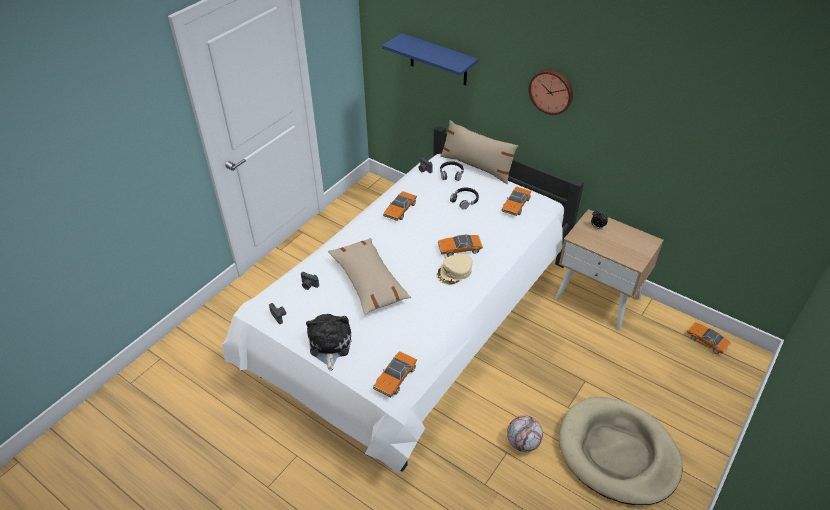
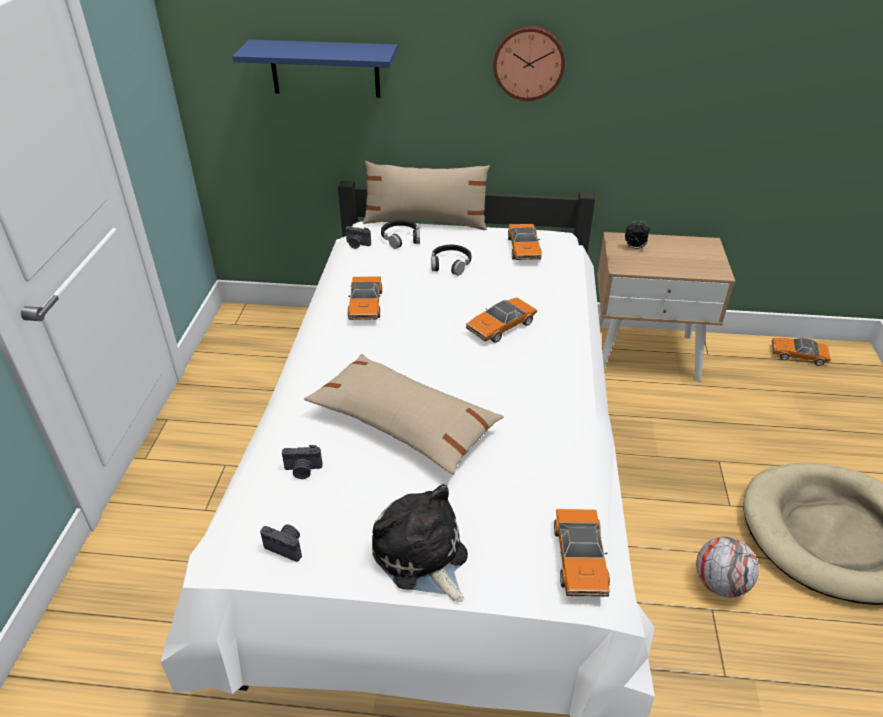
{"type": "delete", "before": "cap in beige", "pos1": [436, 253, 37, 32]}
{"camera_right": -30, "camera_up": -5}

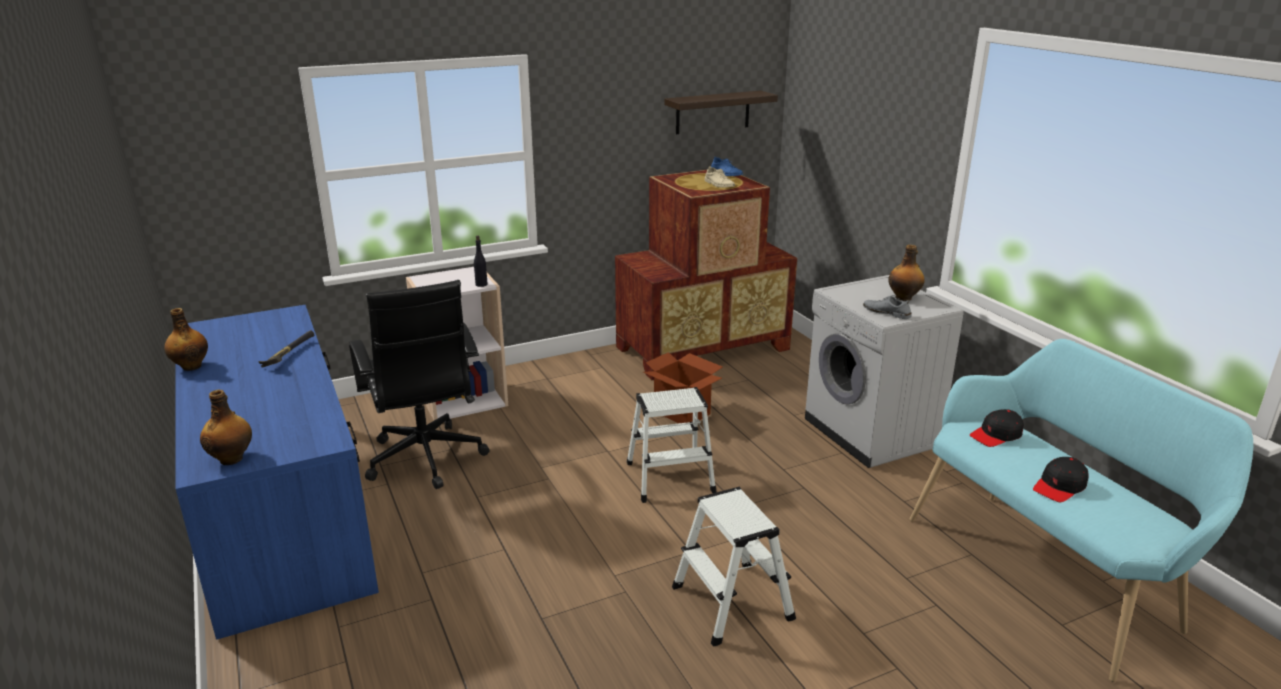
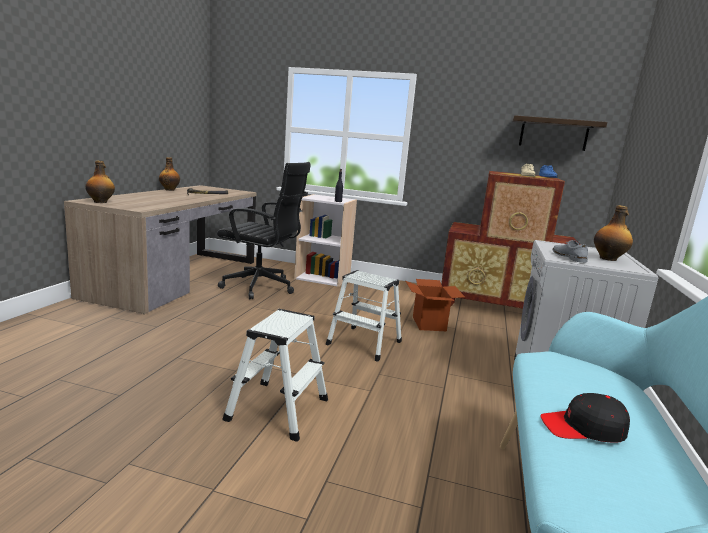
{"type": "recolor", "before": "desk in blue", "after": "desk in brown", "pos1": [176, 305, 203, 335], "pos2": [64, 185, 193, 129]}
{"type": "rotate", "before": "office chair in black", "pos1": [349, 280, 141, 209], "pos2": [217, 162, 94, 137], "turn": -90}
{"type": "delete", "before": "cap in black", "pos1": [970, 409, 54, 38]}
{"camera_right": 40, "camera_up": -10}

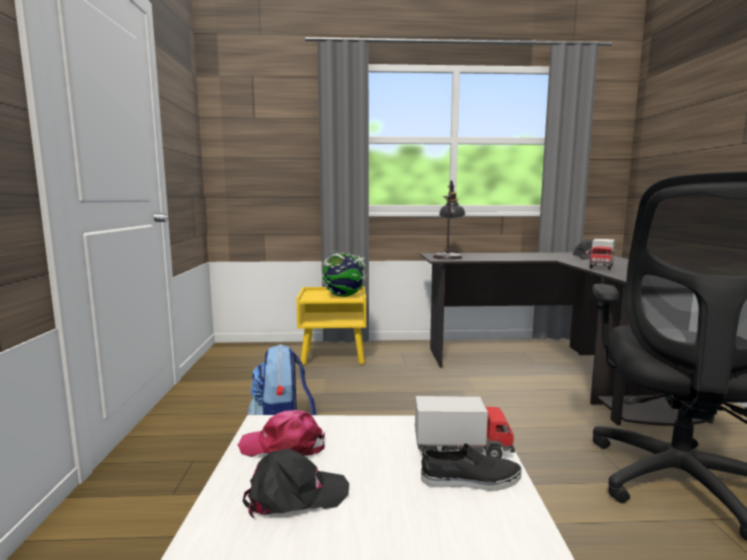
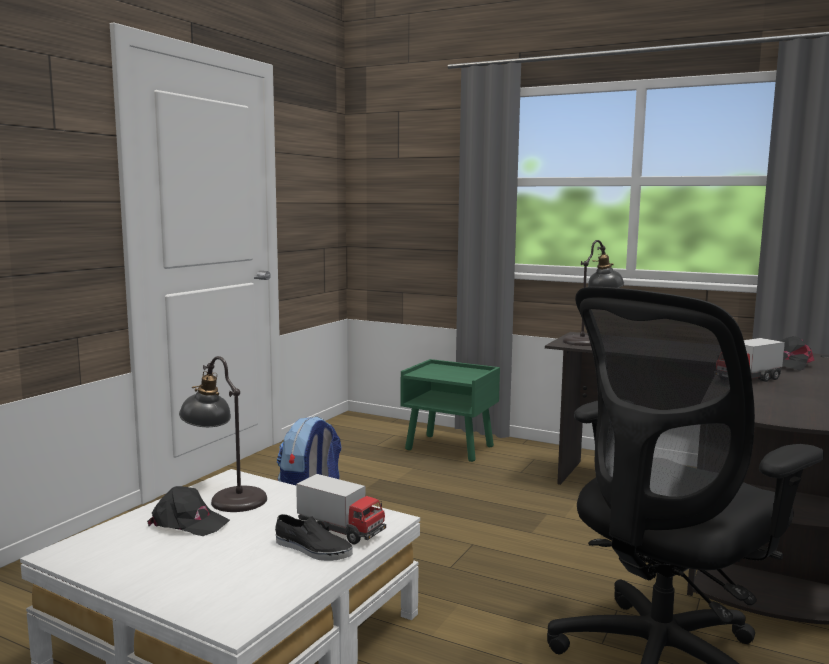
{"type": "replace", "before": "cap in pink", "after": "table lamp in grey", "pos1": [238, 410, 87, 47], "pos2": [179, 356, 88, 156]}
{"type": "recolor", "before": "nightstand in yellow", "after": "nightstand in green", "pos1": [296, 287, 70, 78], "pos2": [400, 359, 100, 103]}
{"type": "delete", "before": "globe", "pos1": [322, 251, 45, 46]}
{"camera_right": 30, "camera_up": 0}

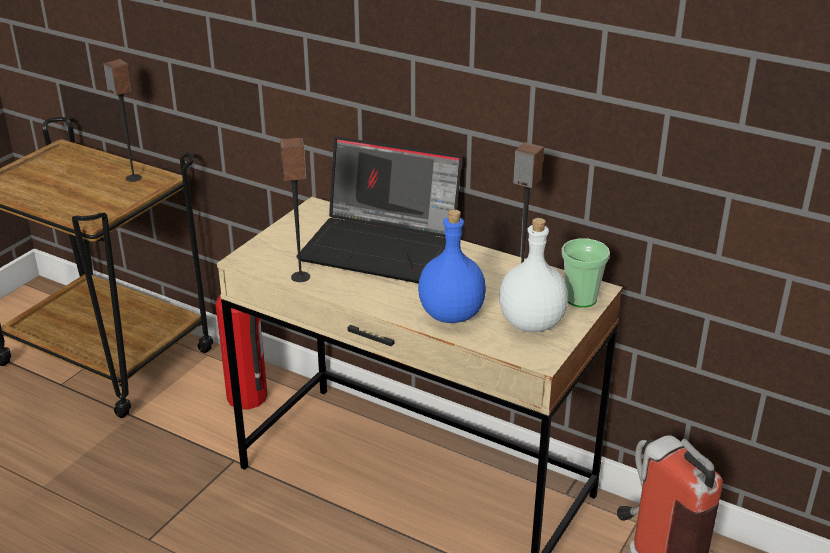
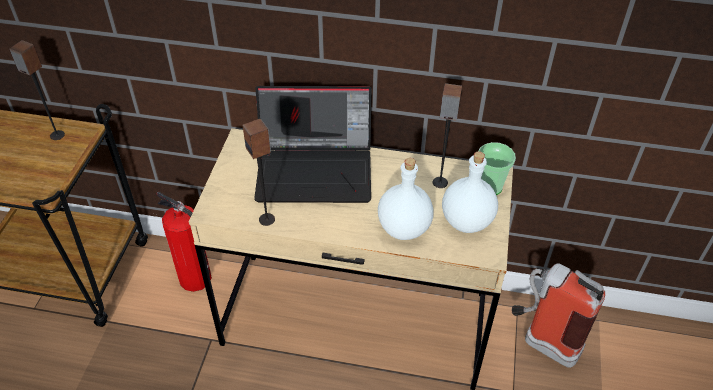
{"type": "recolor", "before": "bottle in blue", "after": "bottle in white", "pos1": [418, 209, 68, 114], "pos2": [378, 158, 56, 82]}
{"camera_right": -20, "camera_up": 15}

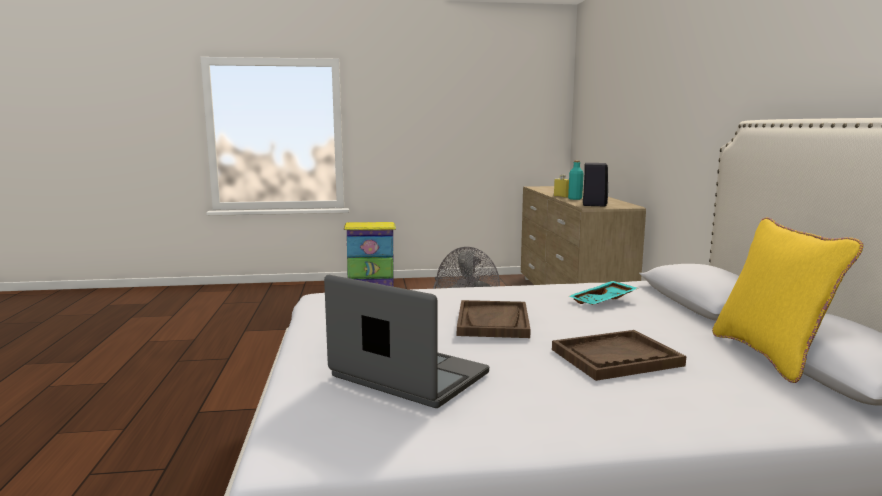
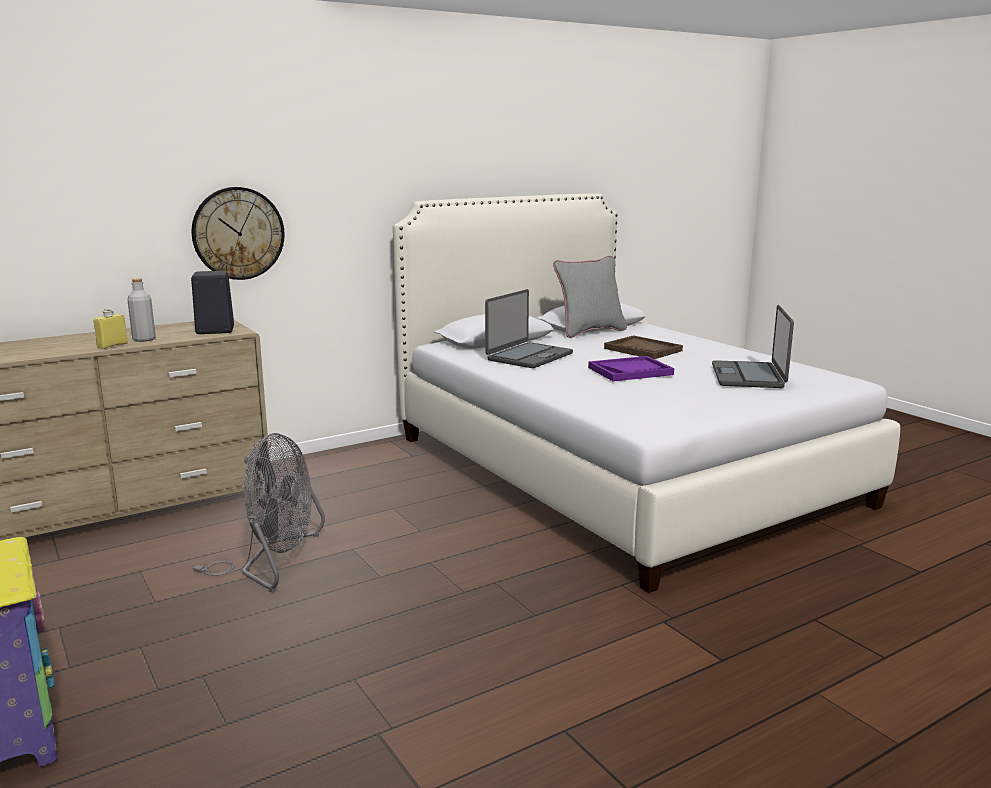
{"type": "recolor", "before": "tray in brown", "after": "tray in purple", "pos1": [457, 300, 74, 38], "pos2": [588, 356, 86, 25]}
{"type": "recolor", "before": "bottle in turquoise", "after": "bottle in grey", "pos1": [568, 160, 16, 40], "pos2": [127, 278, 29, 64]}
{"type": "replace", "before": "tray in turquoise", "after": "laptop", "pos1": [569, 281, 69, 24], "pos2": [485, 289, 88, 79]}
{"type": "recolor", "before": "pillow in yellow", "after": "pillow in grey", "pos1": [712, 217, 152, 166], "pos2": [553, 256, 74, 82]}
{"type": "insert", "after": "wall clock", "pos2": [192, 187, 93, 93]}
{"camera_right": -115, "camera_up": 5}

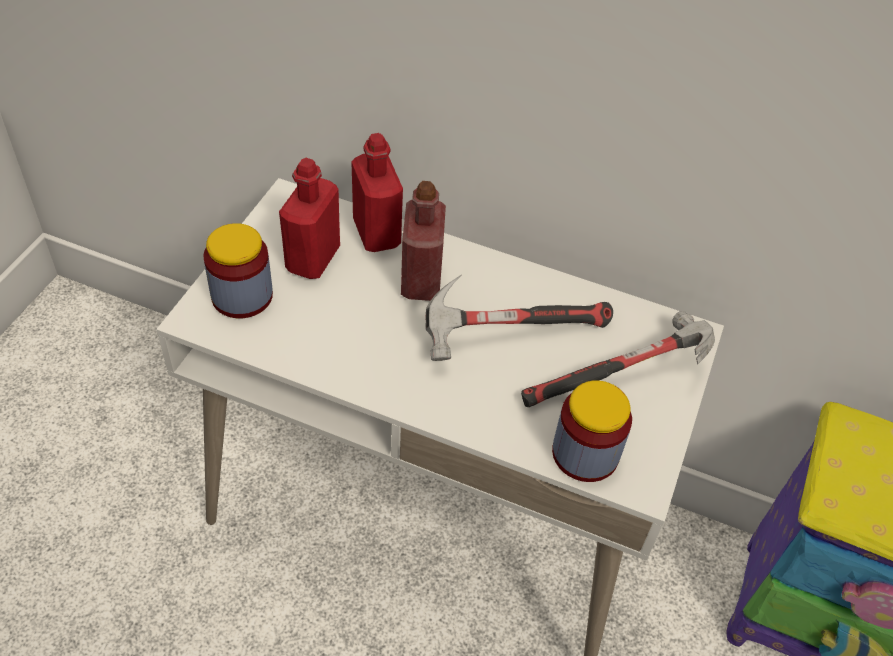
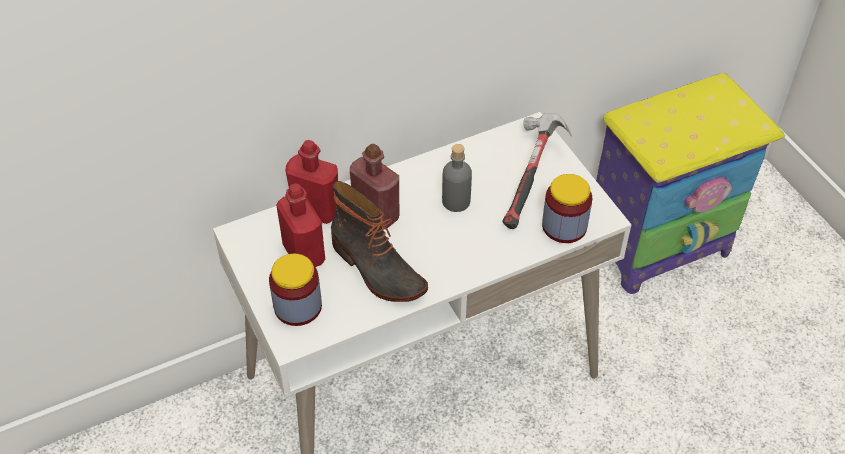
{"type": "replace", "before": "hammer", "after": "bottle in grey", "pos1": [425, 274, 188, 87], "pos2": [442, 144, 30, 68]}
{"type": "insert", "after": "boot", "pos2": [331, 181, 97, 121]}
{"camera_right": -45, "camera_up": 0}

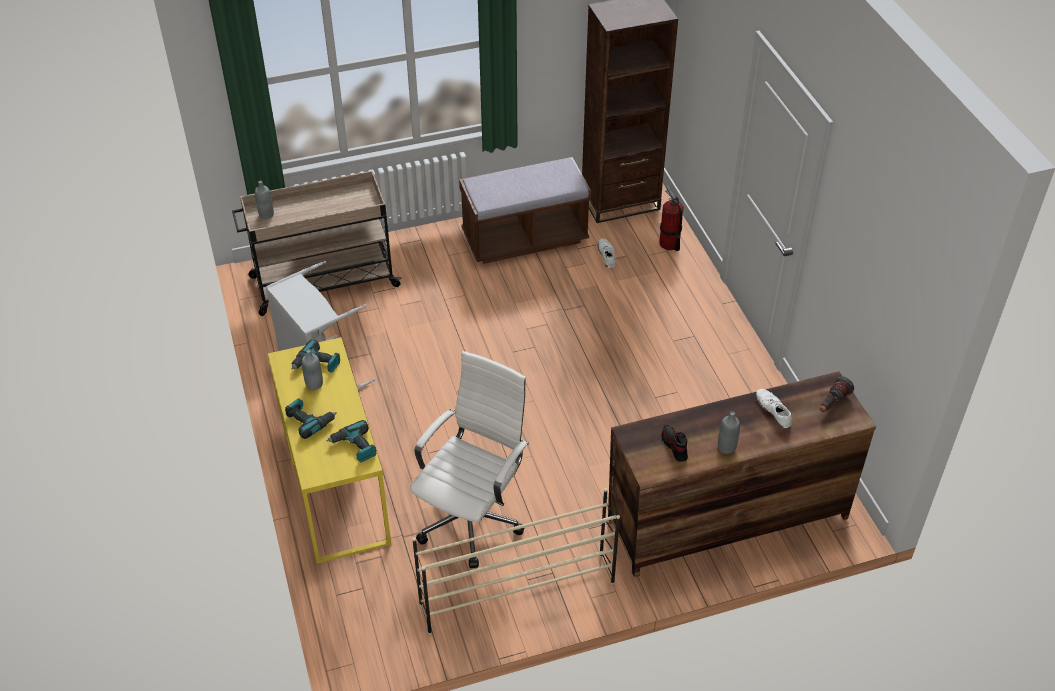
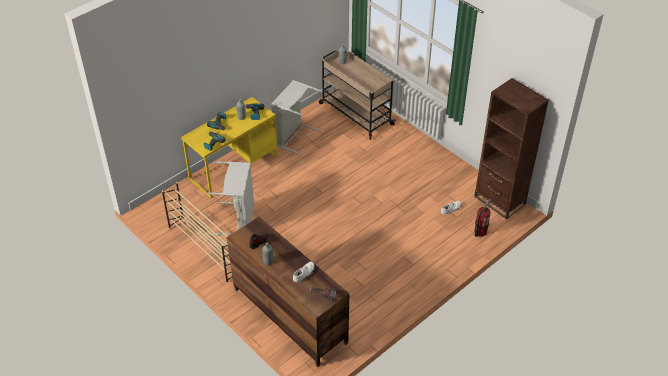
{"type": "replace", "before": "office chair in white", "after": "laundry basket in grey", "pos1": [410, 351, 119, 217], "pos2": [206, 161, 48, 75]}
{"type": "delete", "before": "bench in brown", "pos1": [459, 157, 132, 107]}
{"camera_right": 65, "camera_up": 0}

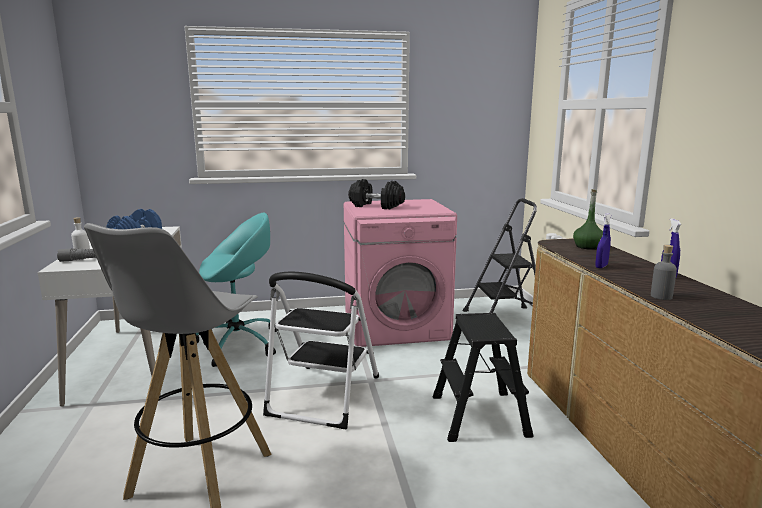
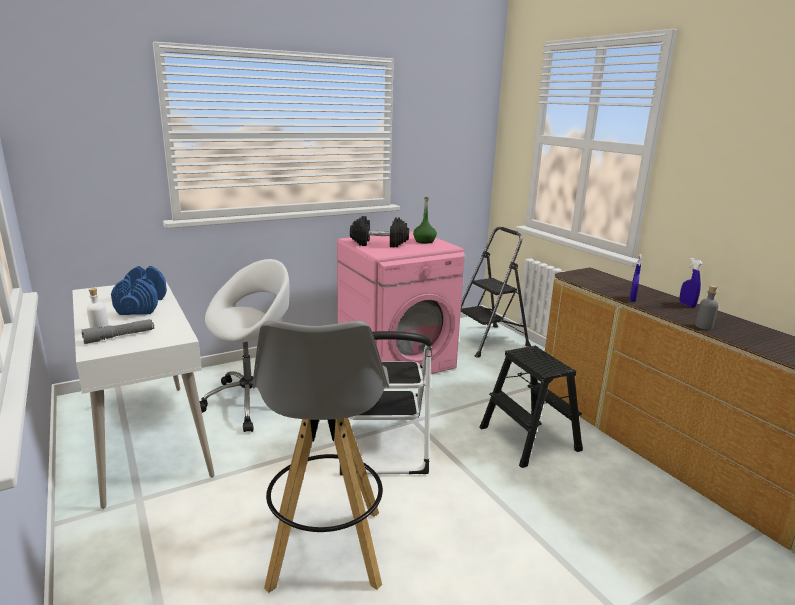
{"type": "recolor", "before": "office chair in turquoise", "after": "office chair in white", "pos1": [196, 212, 81, 155], "pos2": [200, 259, 89, 173]}
{"type": "move", "before": "bottle in green", "pos1": [573, 189, 30, 61], "pos2": [413, 197, 24, 47]}
{"camera_right": -20, "camera_up": 5}

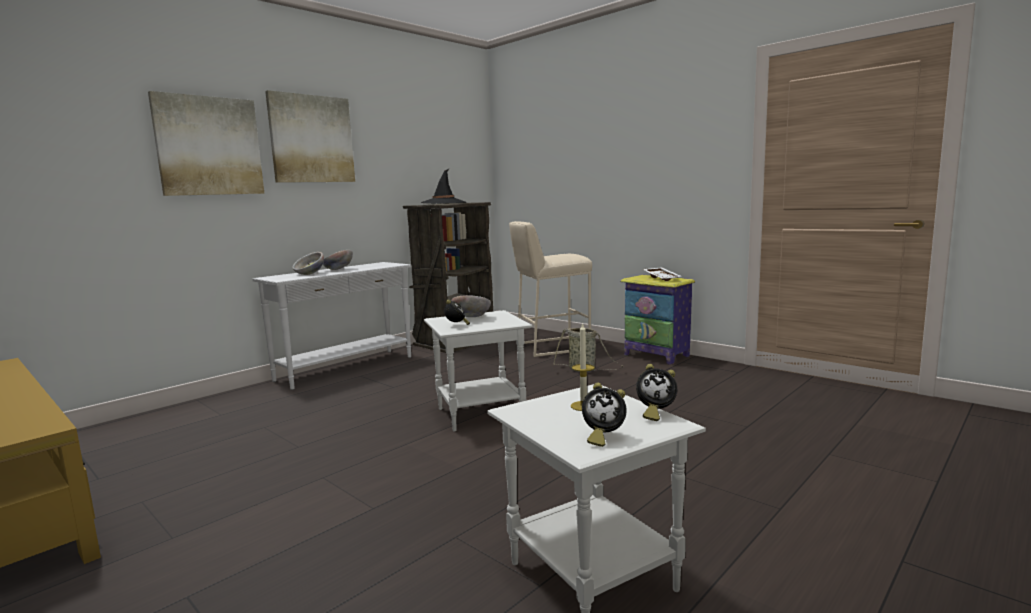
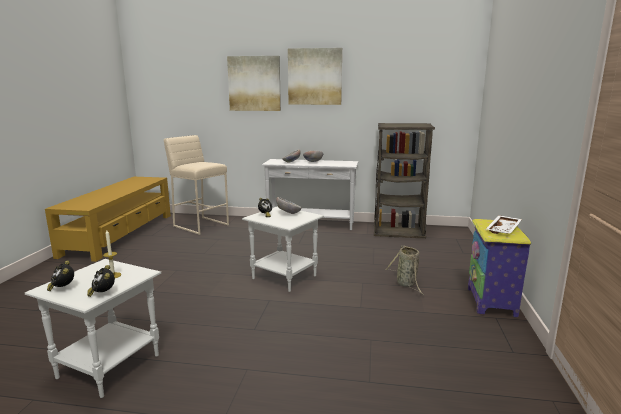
{"type": "delete", "before": "hat in black", "pos1": [421, 168, 45, 35]}
{"type": "move", "before": "stool in beige", "pos1": [509, 221, 83, 136], "pos2": [164, 135, 65, 100]}
{"camera_right": 55, "camera_up": 5}

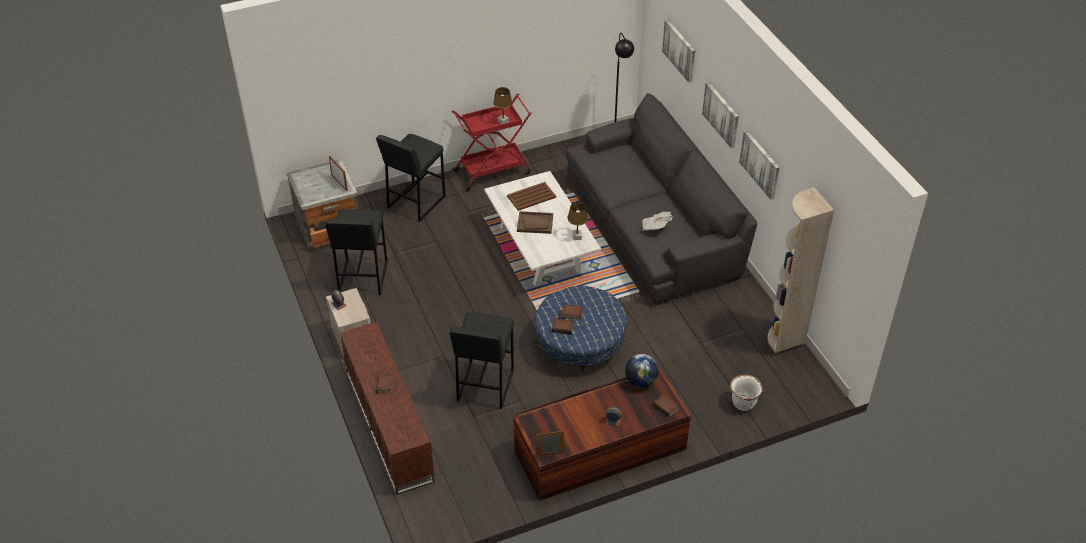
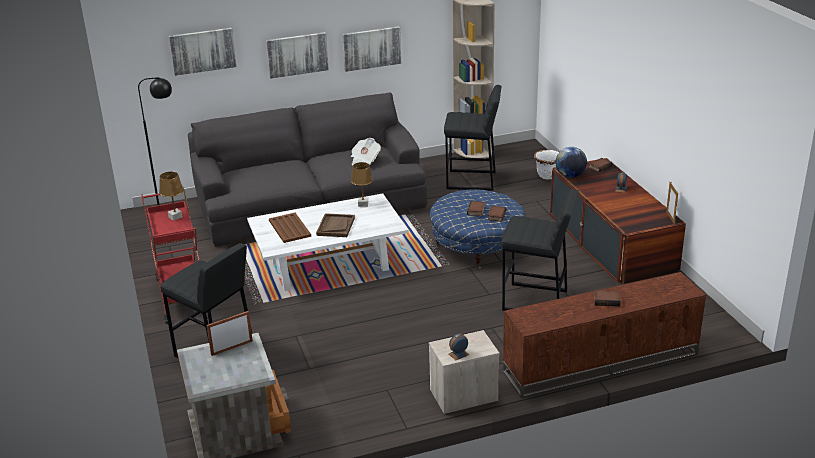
{"type": "move", "before": "stool in black", "pos1": [325, 209, 63, 86], "pos2": [444, 85, 58, 106]}
{"camera_right": -85, "camera_up": -15}

